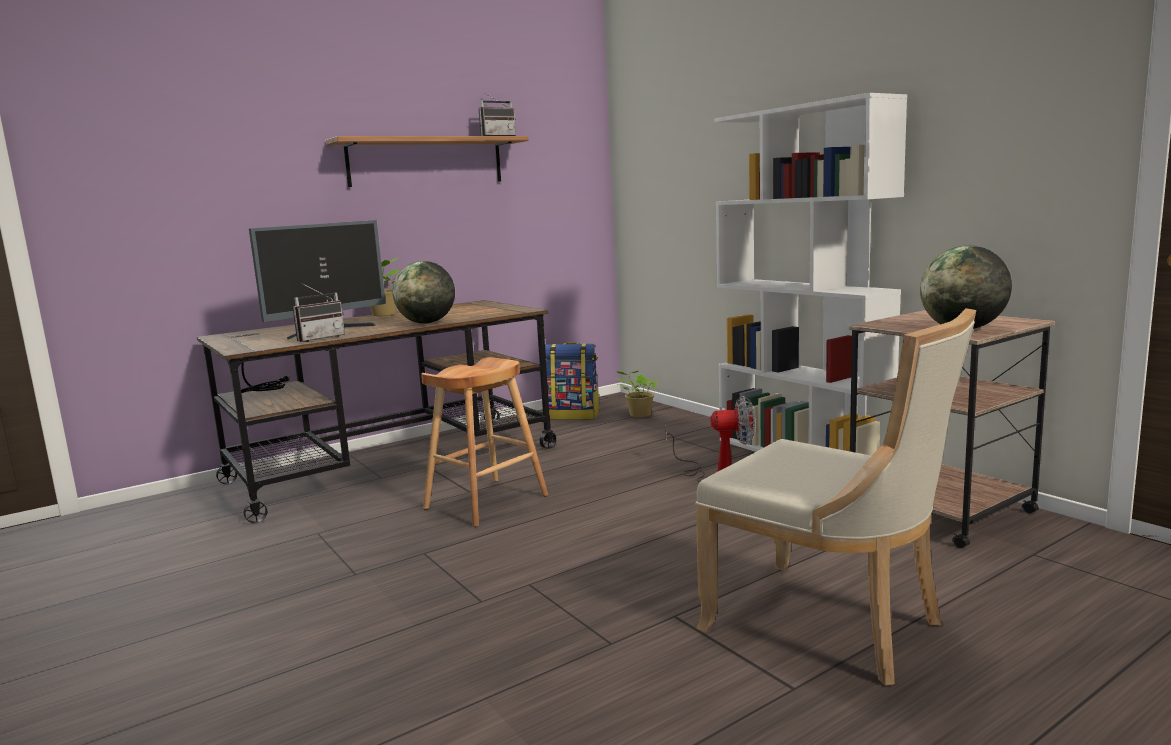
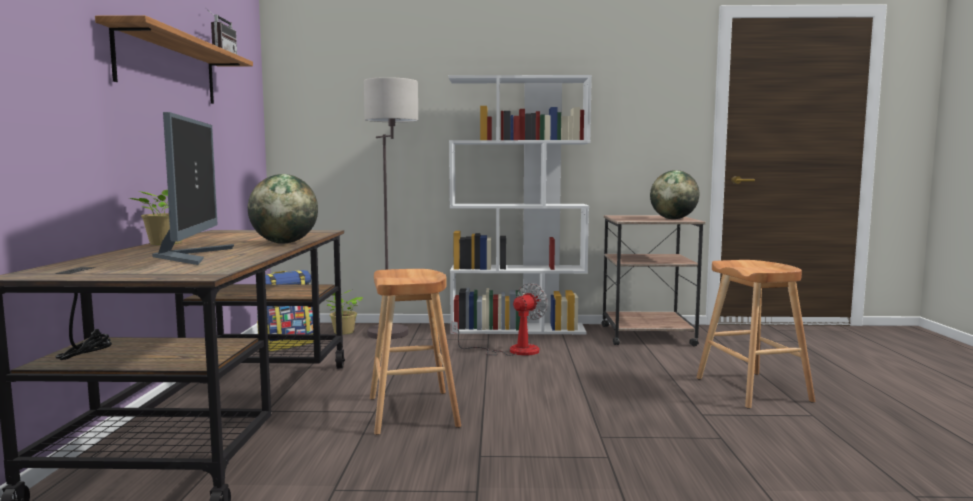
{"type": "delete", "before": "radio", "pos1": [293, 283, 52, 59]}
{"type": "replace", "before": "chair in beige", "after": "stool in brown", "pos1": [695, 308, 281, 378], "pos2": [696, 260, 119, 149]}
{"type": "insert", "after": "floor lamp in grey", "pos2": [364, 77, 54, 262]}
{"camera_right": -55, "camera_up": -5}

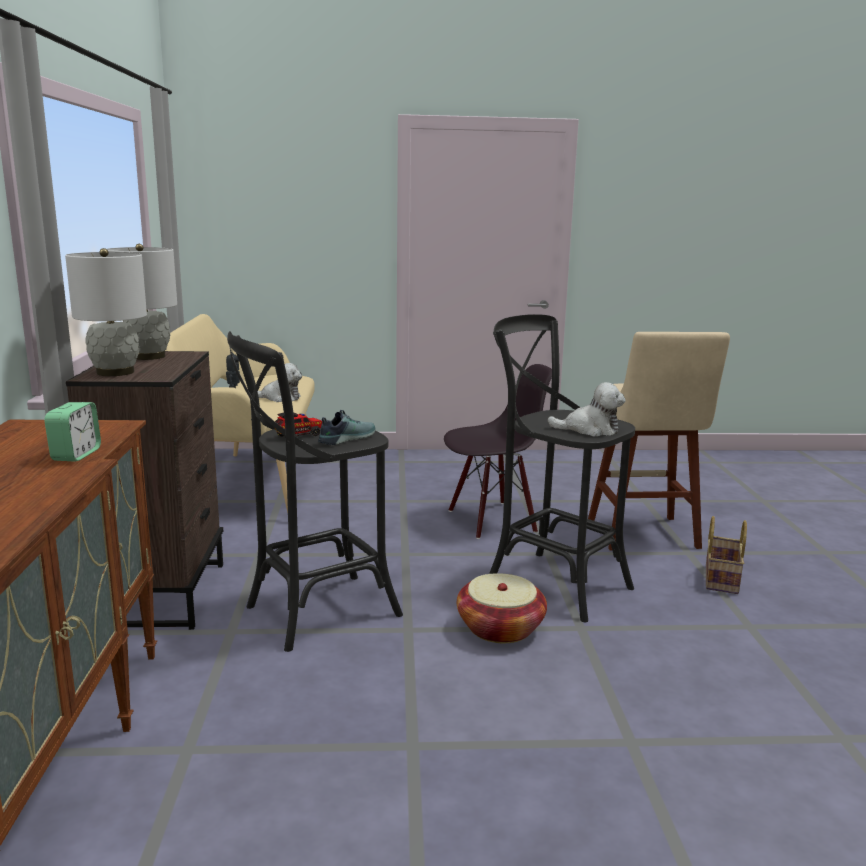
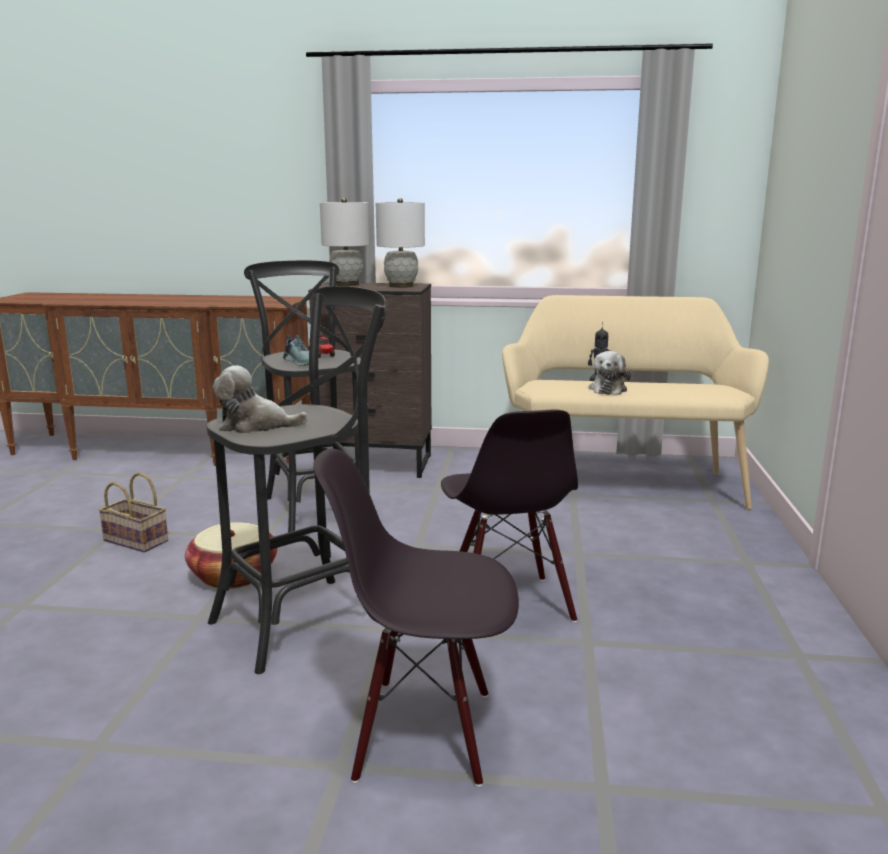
{"type": "delete", "before": "alarm clock", "pos1": [44, 402, 57, 60]}
{"type": "rotate", "before": "plush toy", "pos1": [548, 382, 78, 55], "pos2": [213, 365, 95, 69], "turn": 75}
{"type": "replace", "before": "stool in beige", "after": "chair in black", "pos1": [588, 332, 142, 219], "pos2": [313, 448, 206, 339]}
{"type": "move", "before": "basket", "pos1": [706, 516, 41, 78], "pos2": [98, 472, 70, 80]}
{"camera_right": 100, "camera_up": 0}

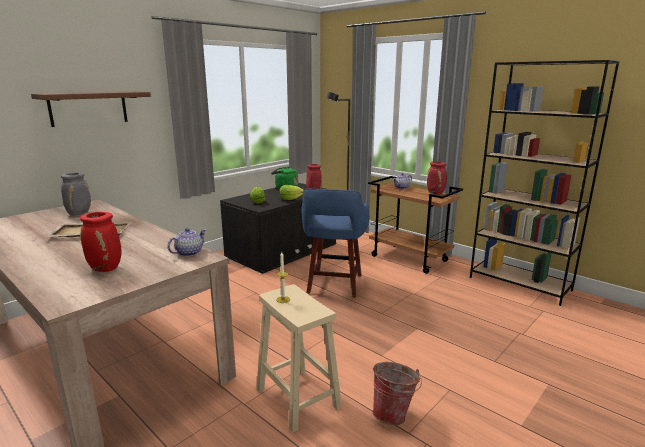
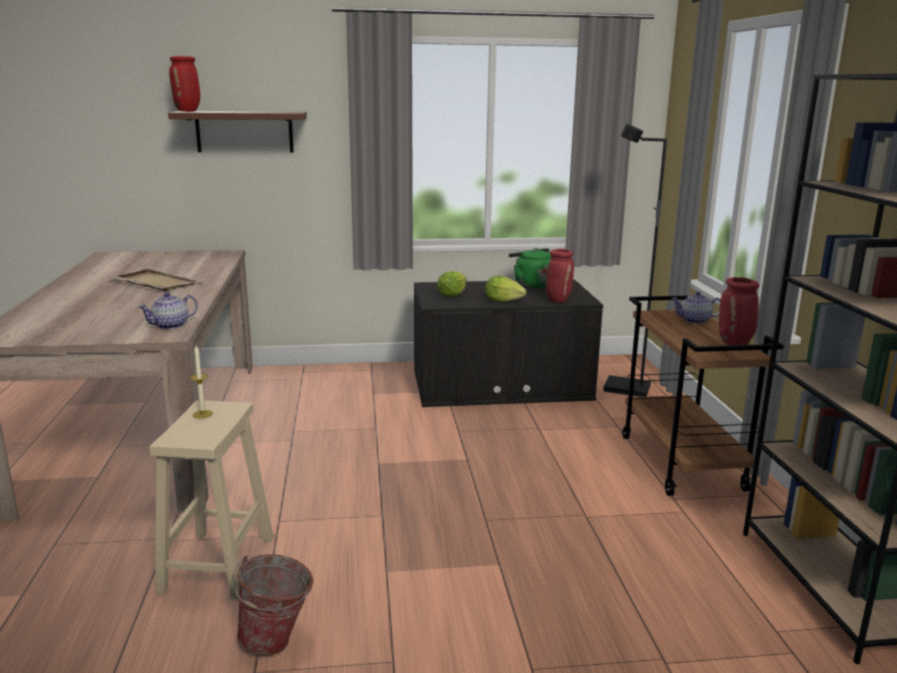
{"type": "delete", "before": "vase in grey", "pos1": [61, 172, 30, 44]}
{"type": "move", "before": "vase in red", "pos1": [80, 212, 42, 60], "pos2": [169, 56, 31, 56]}
{"type": "rotate", "before": "teapot", "pos1": [167, 228, 39, 29], "pos2": [138, 292, 60, 37], "turn": 150}
{"type": "delete", "before": "stool in blue", "pos1": [301, 189, 68, 109]}
{"camera_right": 40, "camera_up": 0}

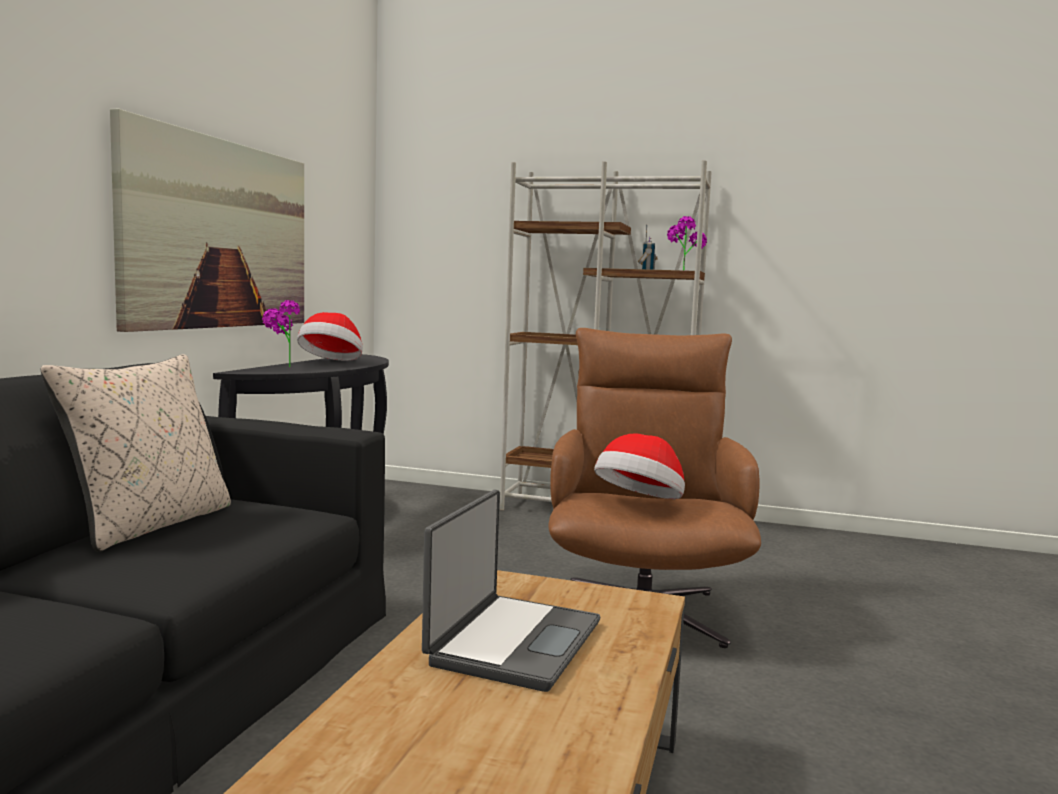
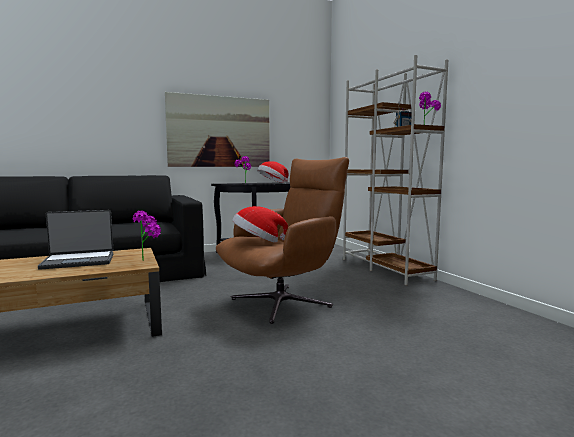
{"type": "delete", "before": "pillow in beige", "pos1": [40, 354, 191, 198]}
{"type": "insert", "after": "potted plant", "pos2": [132, 211, 29, 50]}
{"camera_right": 50, "camera_up": 0}

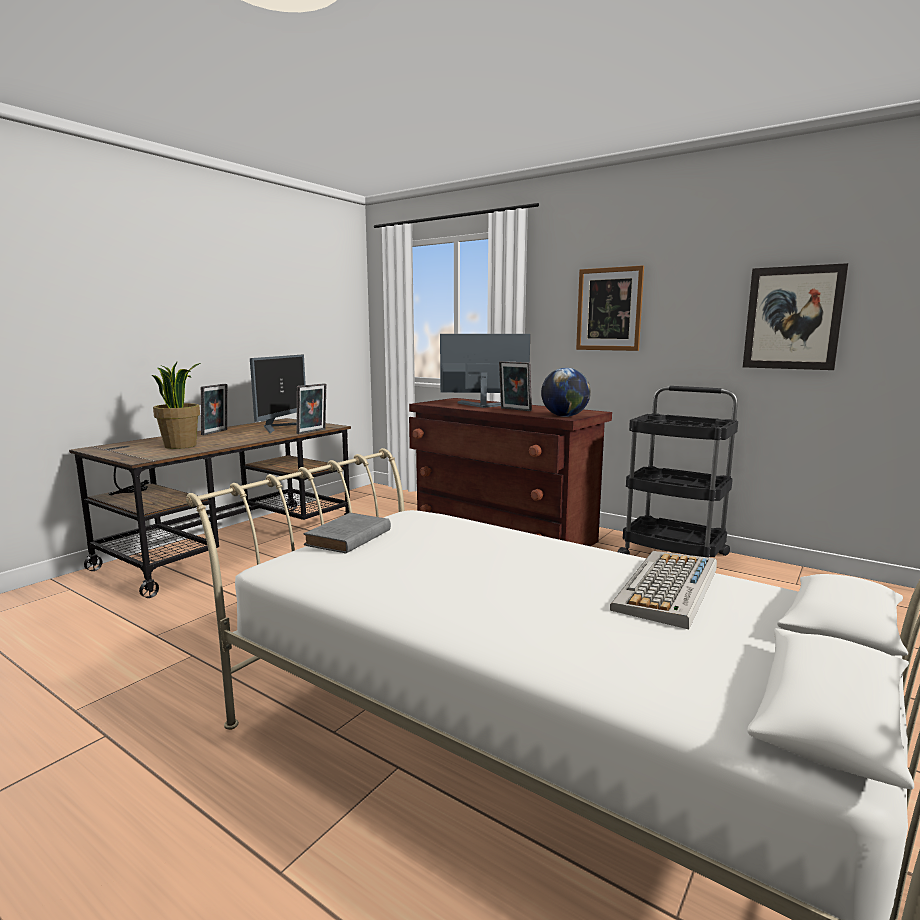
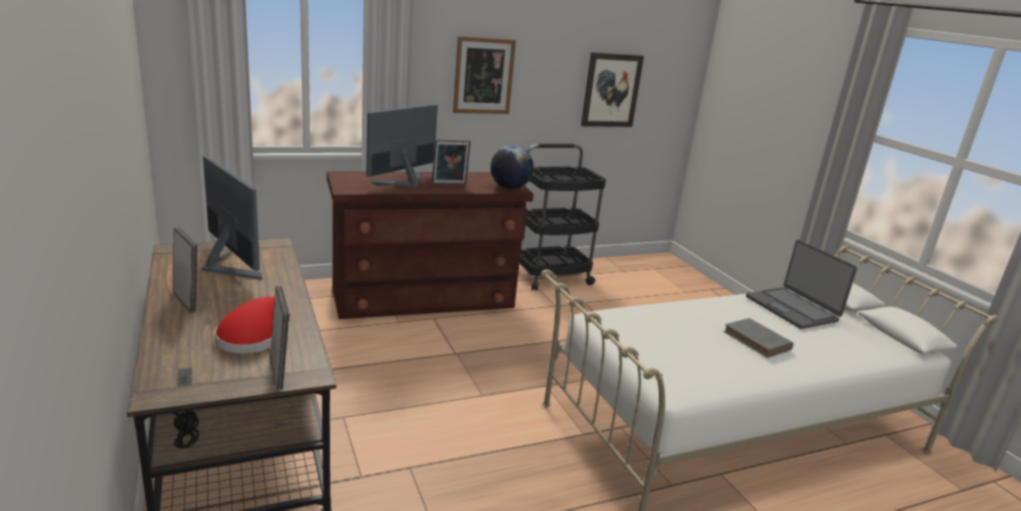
{"type": "replace", "before": "potted plant", "after": "hat in red", "pos1": [152, 362, 48, 87], "pos2": [215, 296, 76, 58]}
{"type": "move", "before": "picture frame", "pos1": [296, 383, 31, 51], "pos2": [270, 286, 19, 104]}
{"type": "move", "before": "book in grey", "pos1": [304, 513, 87, 41], "pos2": [724, 318, 70, 40]}
{"type": "replace", "before": "keyboard", "after": "laptop", "pos1": [610, 551, 107, 78], "pos2": [746, 240, 111, 89]}
{"camera_right": -60, "camera_up": 10}

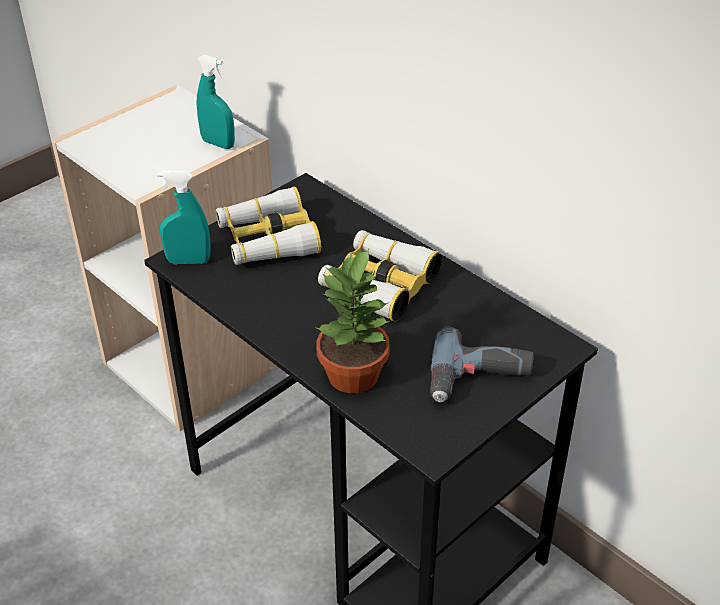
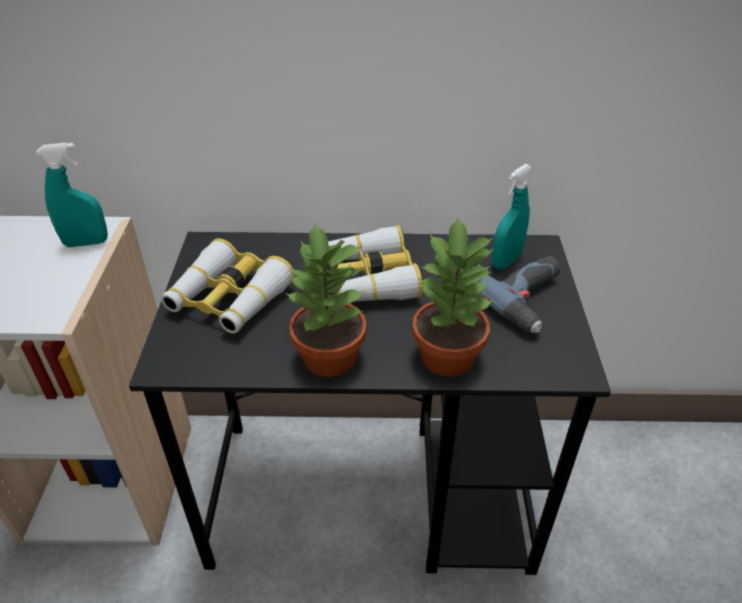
{"type": "move", "before": "spray bottle in turquoise", "pos1": [157, 171, 54, 93], "pos2": [492, 164, 41, 106]}
{"type": "insert", "after": "potted plant", "pos2": [285, 222, 82, 155]}
{"camera_right": -45, "camera_up": 0}

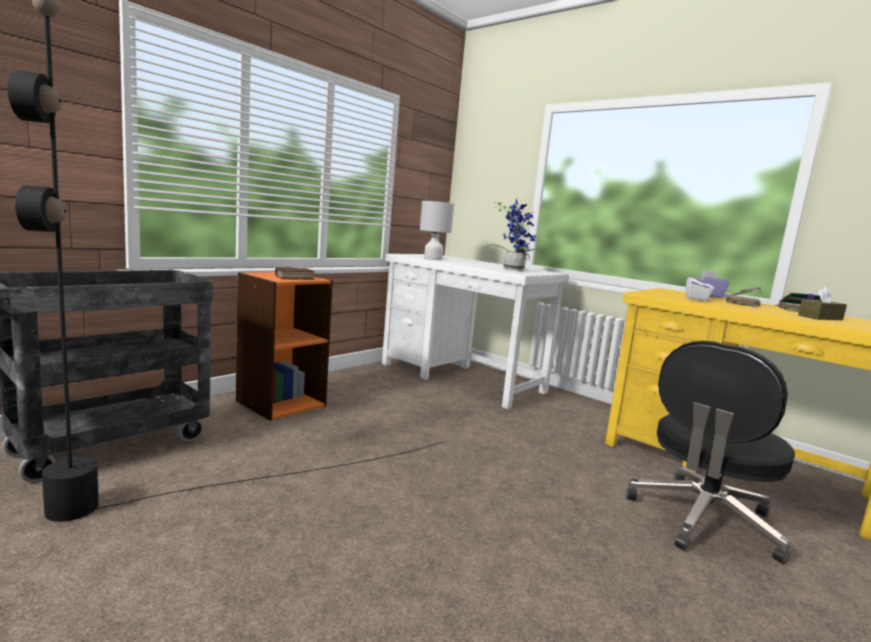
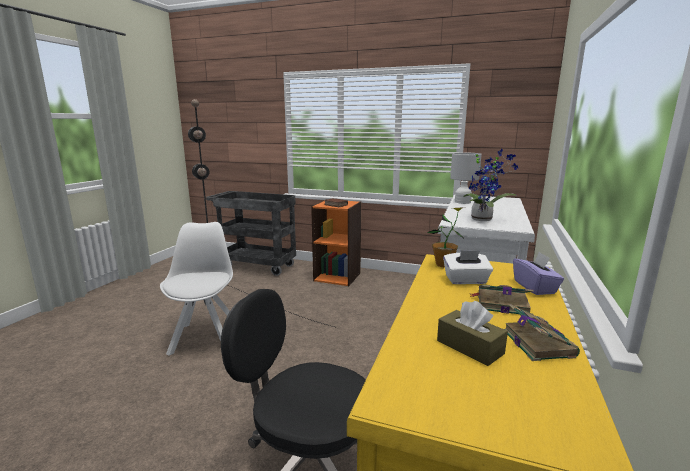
{"type": "insert", "after": "chair in white", "pos2": [160, 222, 73, 133]}
{"type": "insert", "after": "potted plant", "pos2": [427, 207, 39, 60]}
{"camera_right": 70, "camera_up": 5}

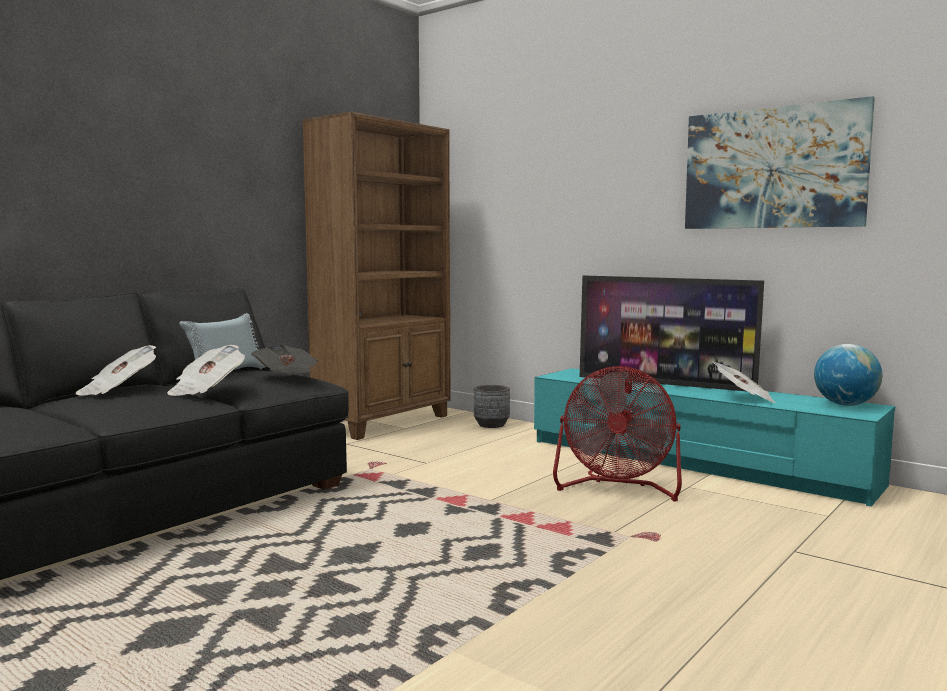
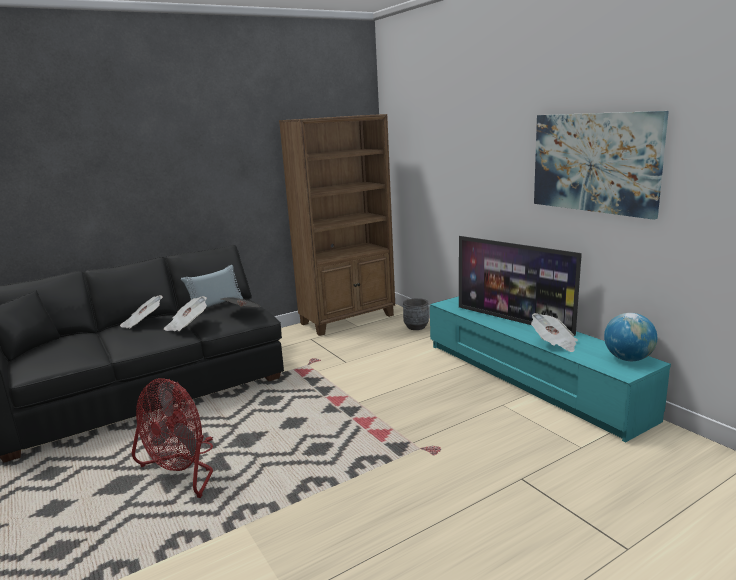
{"type": "move", "before": "fan in red", "pos1": [553, 366, 129, 135], "pos2": [132, 378, 82, 120]}
{"camera_right": 20, "camera_up": 10}

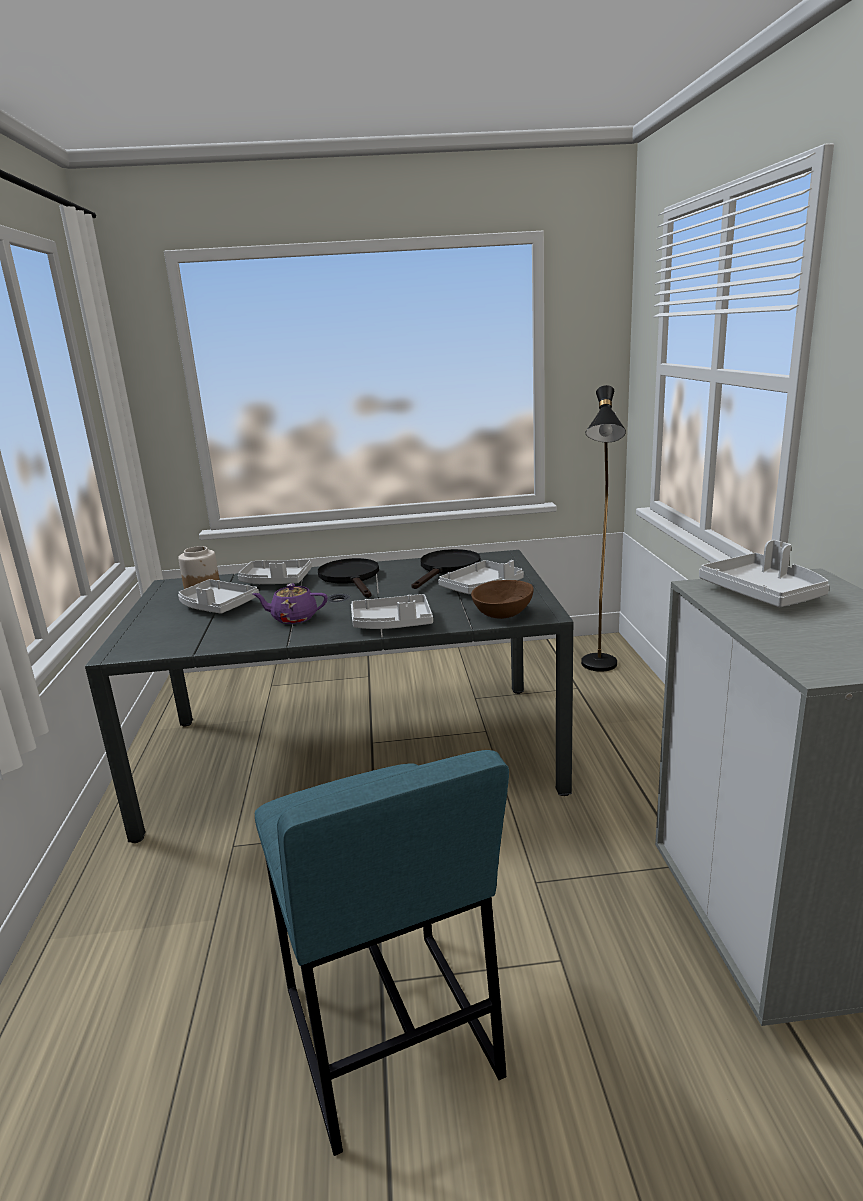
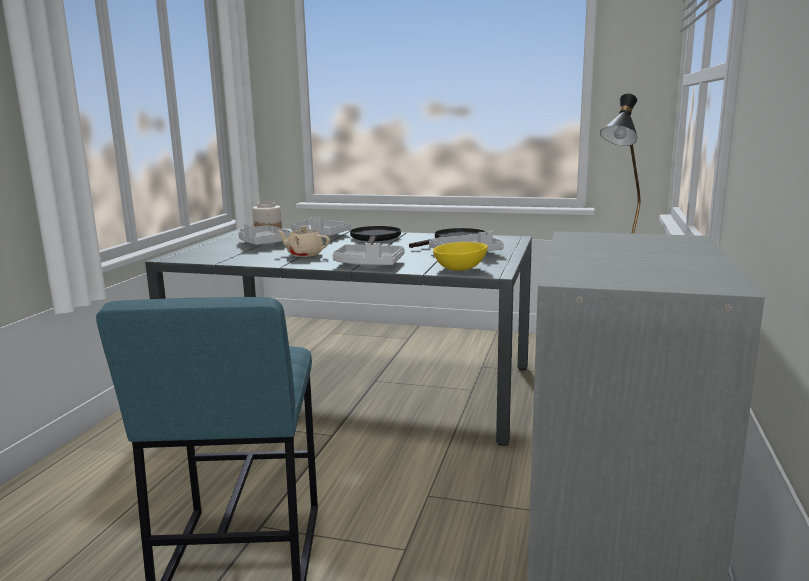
{"type": "recolor", "before": "teapot in purple", "after": "teapot in beige", "pos1": [253, 583, 75, 41], "pos2": [277, 226, 53, 31]}
{"type": "recolor", "before": "bowl in brown", "after": "bowl in yellow", "pos1": [471, 580, 63, 39], "pos2": [433, 242, 55, 29]}
{"type": "delete", "before": "tray in grey", "pos1": [699, 540, 130, 67]}
{"camera_right": 20, "camera_up": -5}

